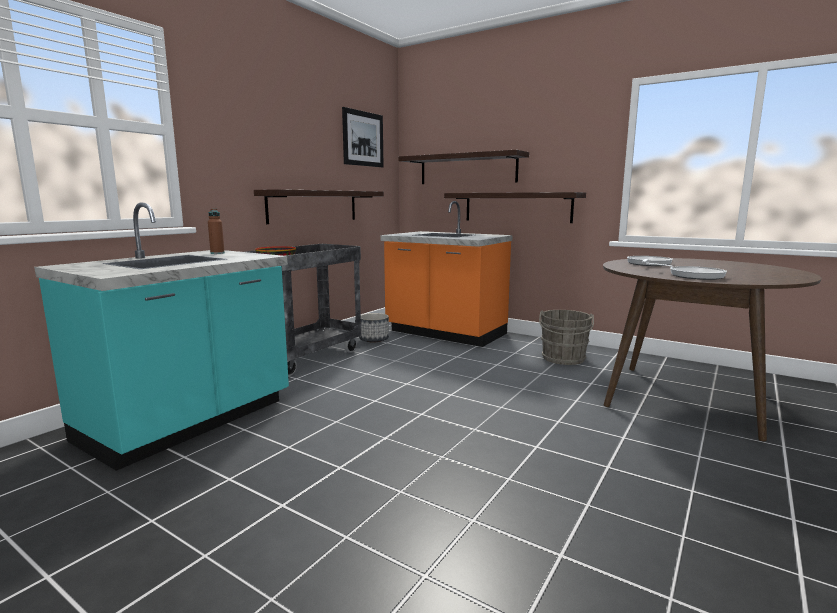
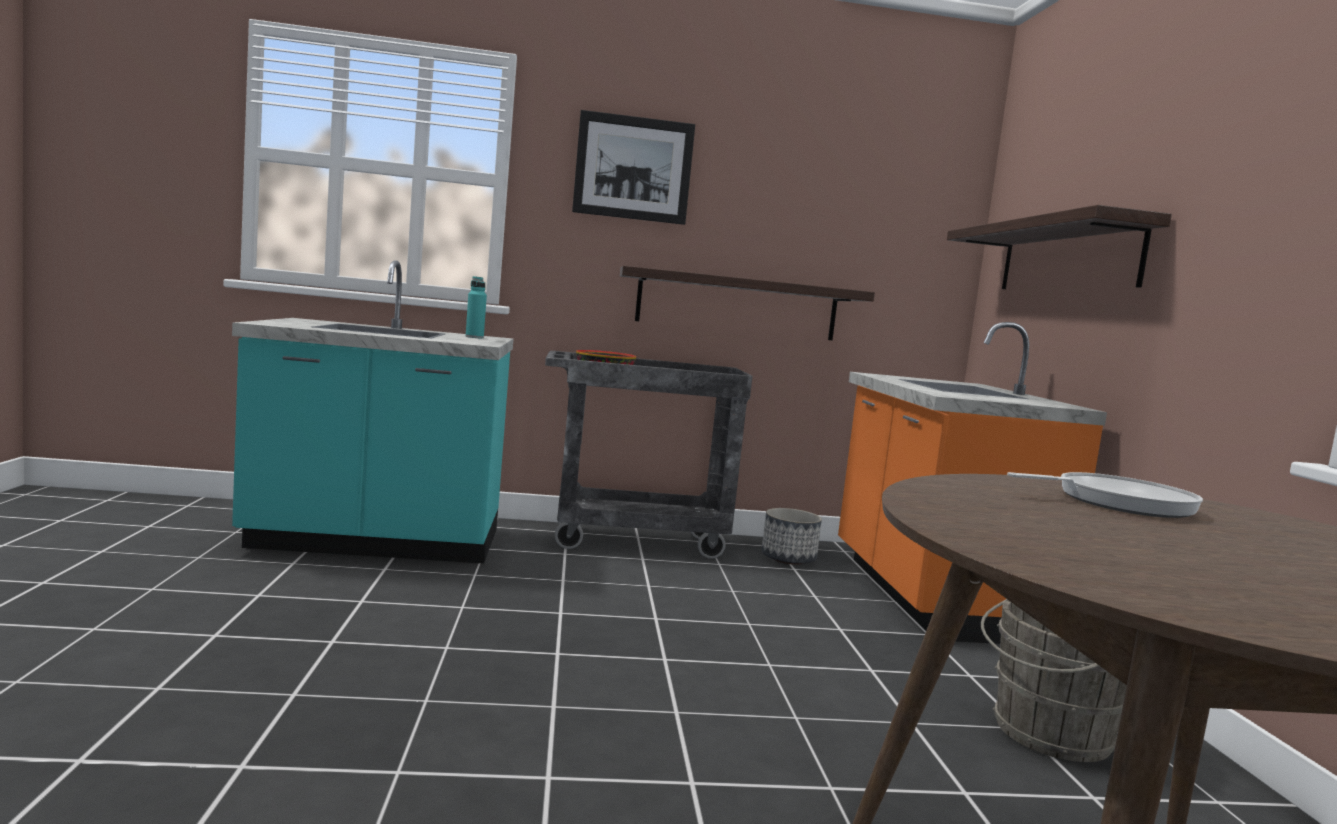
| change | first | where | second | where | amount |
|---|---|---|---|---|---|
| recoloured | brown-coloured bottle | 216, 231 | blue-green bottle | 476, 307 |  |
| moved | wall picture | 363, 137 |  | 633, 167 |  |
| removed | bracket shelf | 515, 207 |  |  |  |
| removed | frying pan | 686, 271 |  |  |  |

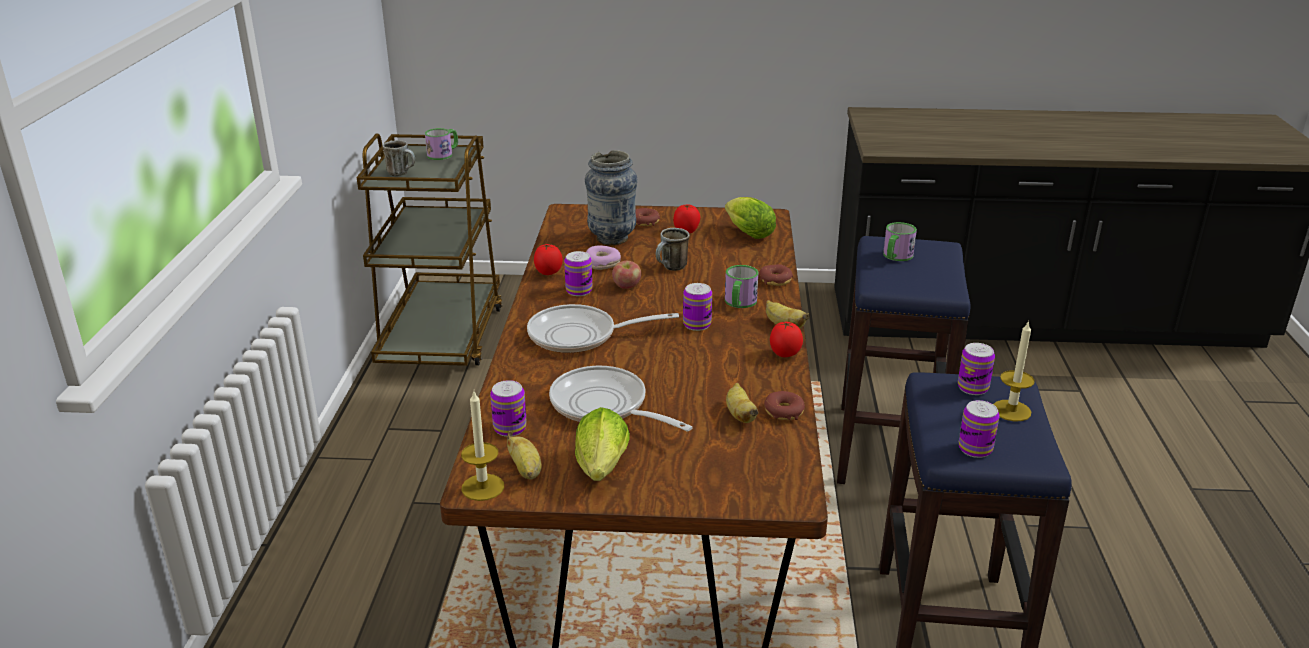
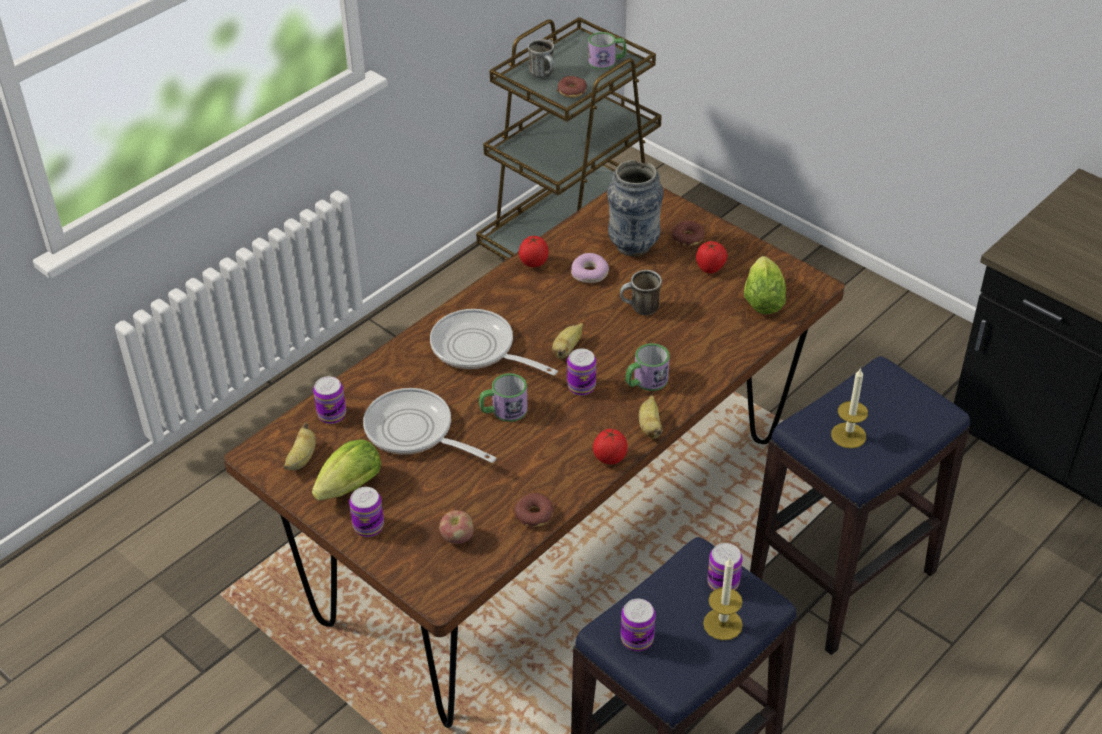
| change | first | where | second | where | amount |
|---|---|---|---|---|---|
| moved | can | 578, 273 |  | 366, 512 |  |
| turned | frying pan | 621, 398 |  | 429, 425 | 45 degrees counterclockwise |
| moved | apple fruit | 626, 275 |  | 456, 527 |  |
| moved | coffee mug | 900, 241 |  | 503, 397 |  |
| moved | whole banana | 742, 403 |  | 567, 341 |  |
| moved | doughnut | 776, 275 |  | 572, 87 |  |
| moved | candle | 482, 446 |  | 849, 408 |  |

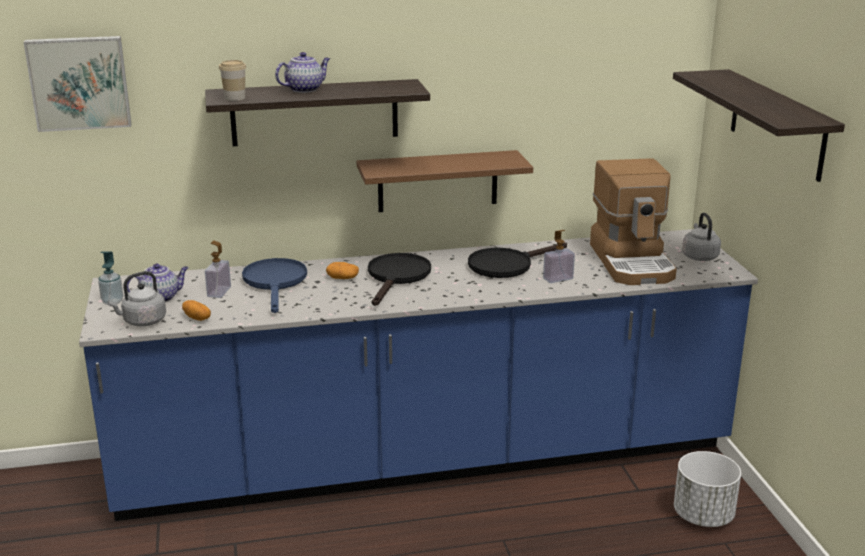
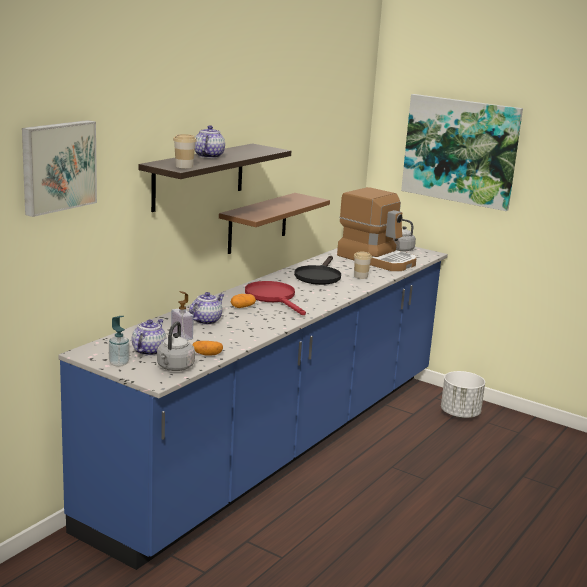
| change | first | where | second | where | amount |
|---|---|---|---|---|---|
| replaced | bluish frying pan | 274, 285 | teapot | 206, 308 |  |
| recoloured | black-coloured frying pan | 399, 279 | reddish frying pan | 275, 298 |  |
| replaced | liquid soap bottle | 559, 256 | drinking cup | 363, 265 |  |
| replaced | bracket shelf | 759, 125 | wall picture | 462, 152 |  |

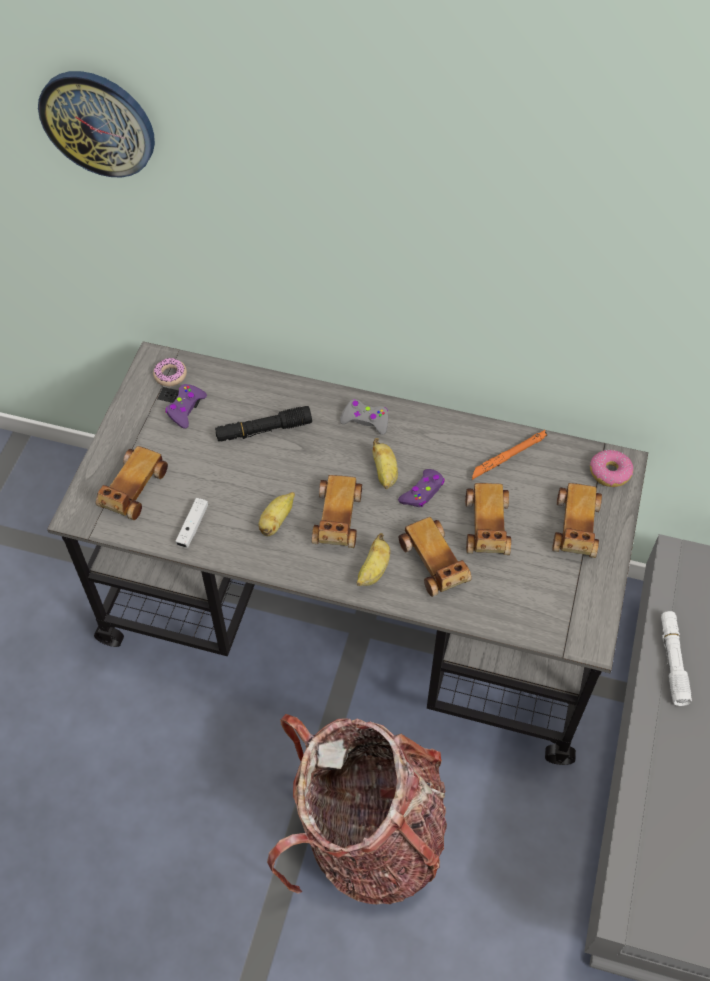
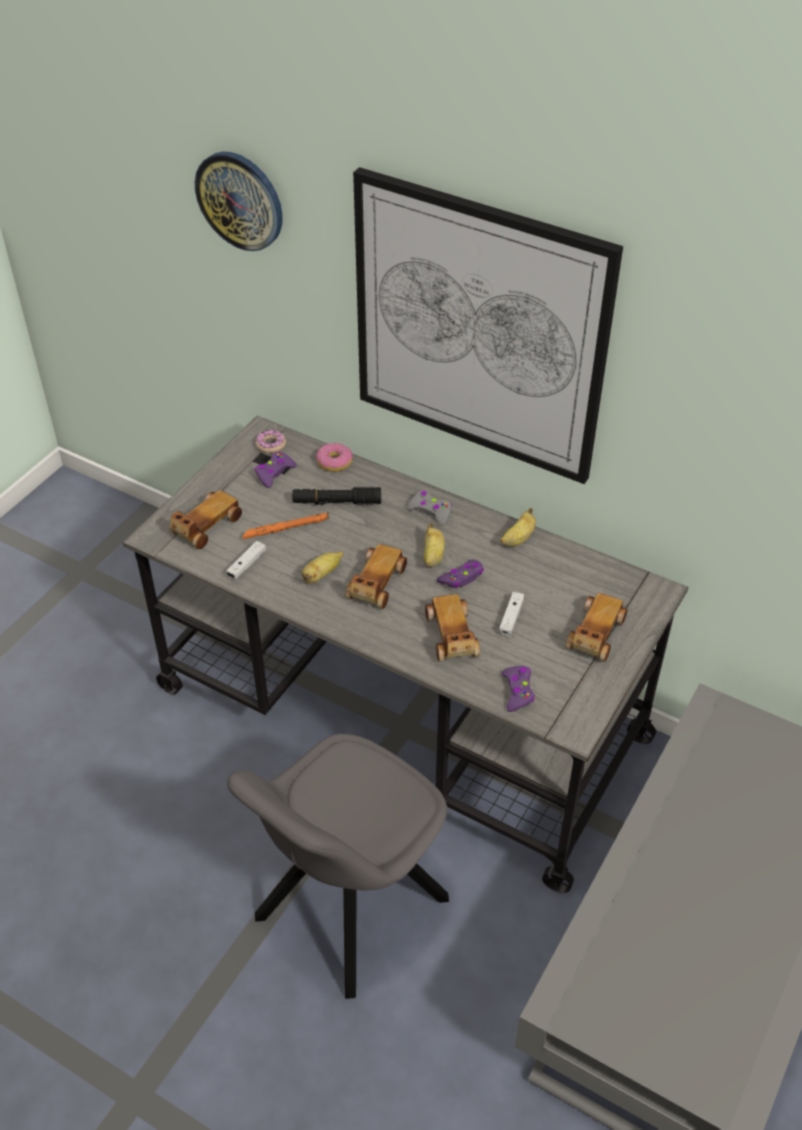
| change | first | where | second | where | amount |
|---|---|---|---|---|---|
| replaced | backpack | 357, 809 | grey plain chair | 338, 866 |  |
| moved | orangey flashlight | 509, 455 |  | 286, 526 |  |
| moved | doughnut | 611, 468 |  | 334, 457 |  |
| added |  |  | wall picture | 488, 325 |  |
| replaced | miniature car | 488, 519 | whitish joypad | 511, 614 |  |
| moved | whole banana | 373, 559 |  | 518, 527 |  |
| added |  |  | purplish joypad | 518, 689 |  |
| removed | whitish flashlight | 676, 658 |  |  |  |

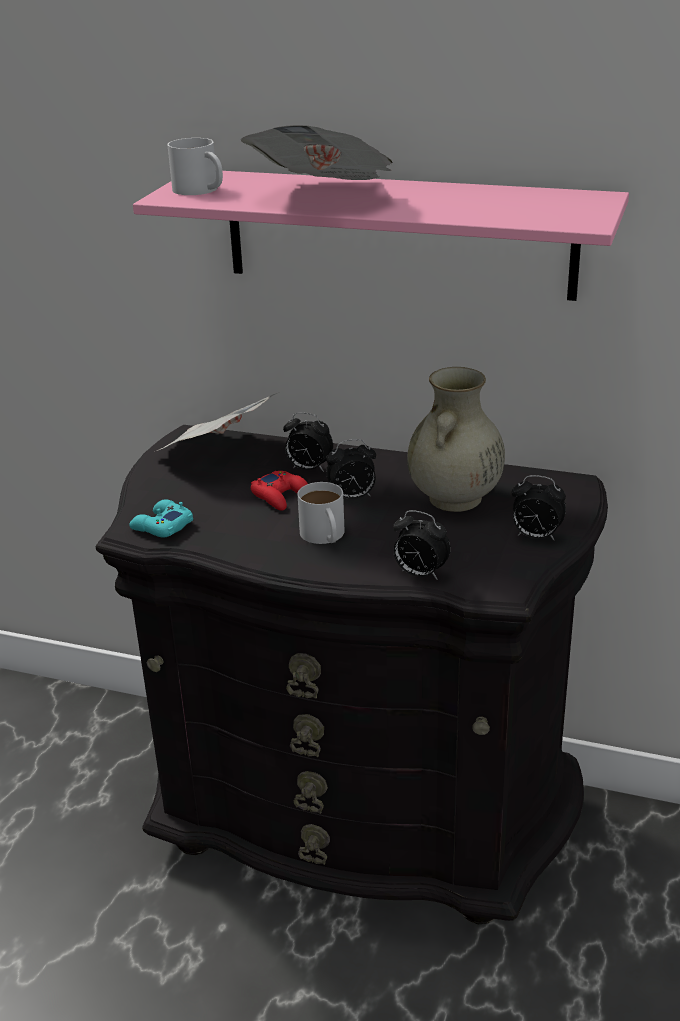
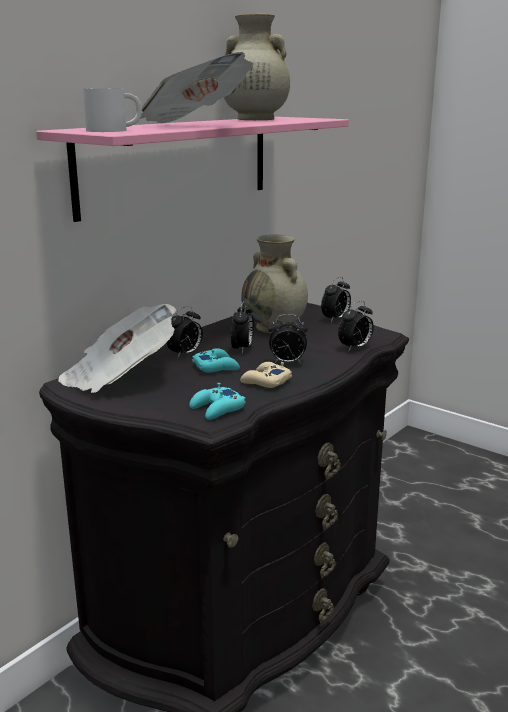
| change | first | where | second | where | amount |
|---|---|---|---|---|---|
| recoloured | reddish joypad | 279, 491 | blue-green joypad | 216, 360 |  |
| added |  |  | sand-coloured flower vase | 257, 67 |  |
| added |  |  | sand-coloured joypad | 266, 375 |  |
| replaced | whitish coffee mug | 321, 513 | table clock | 288, 339 |  |

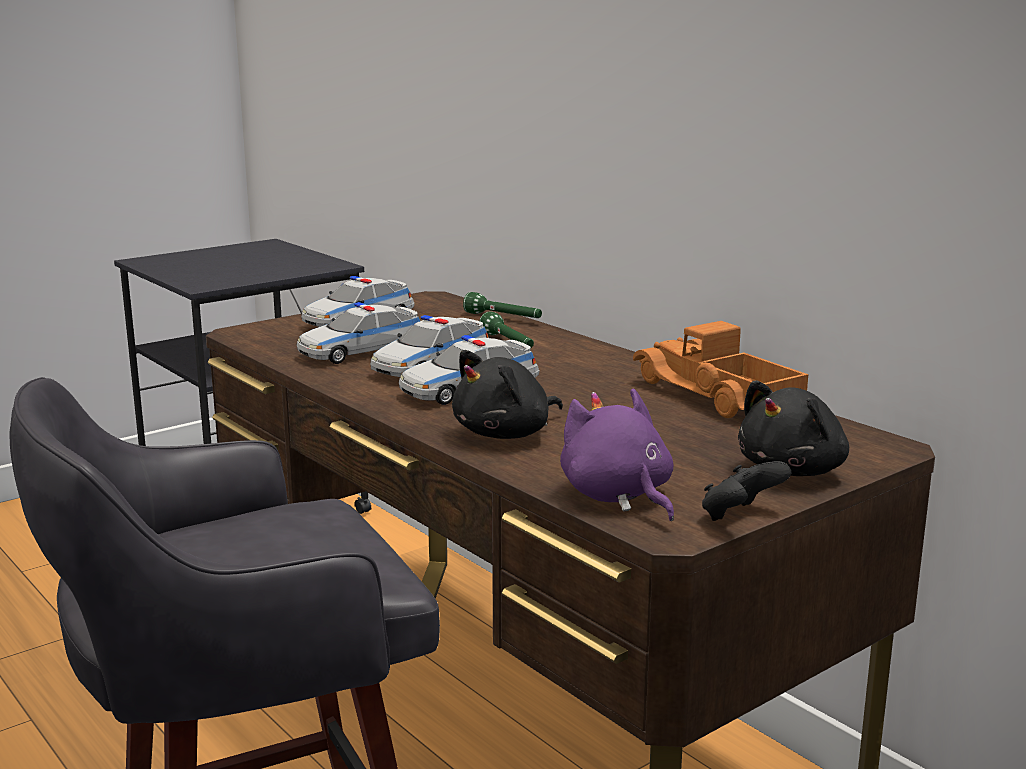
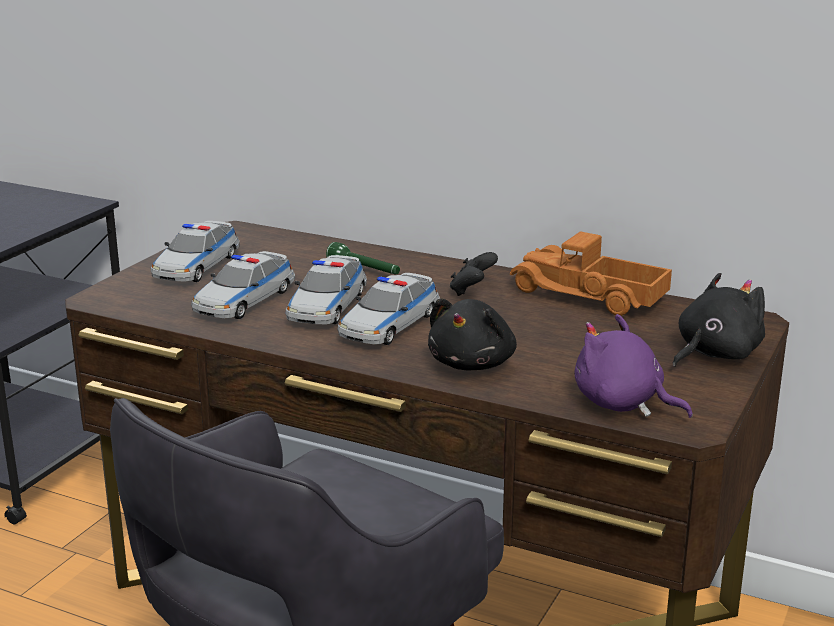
| change | first | where | second | where | amount |
|---|---|---|---|---|---|
| moved | black-coloured joypad | 746, 491 |  | 474, 274 |  |
| turned | black-coloured plush toy | 793, 428 |  | 719, 320 | 150 degrees counterclockwise |
| removed | green-coloured flashlight | 502, 305 |  |  |  |

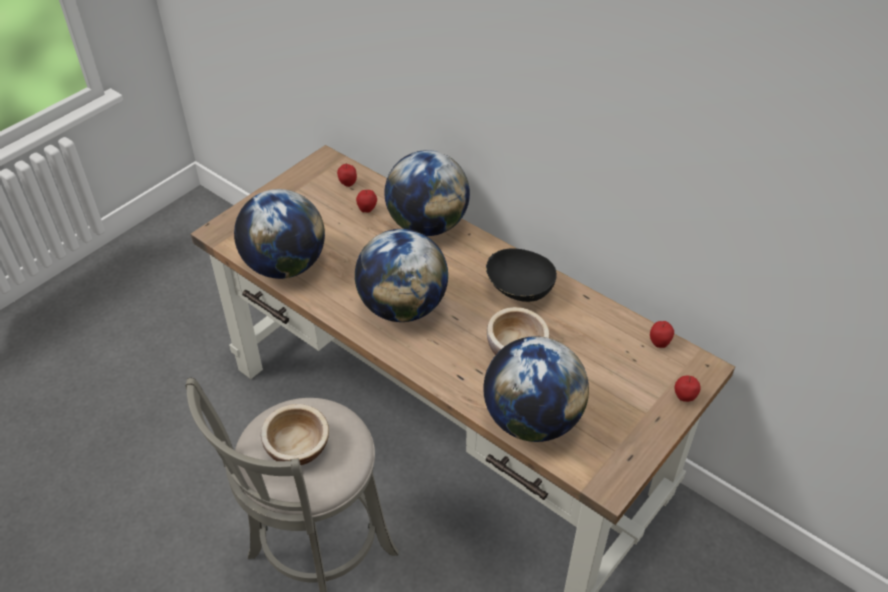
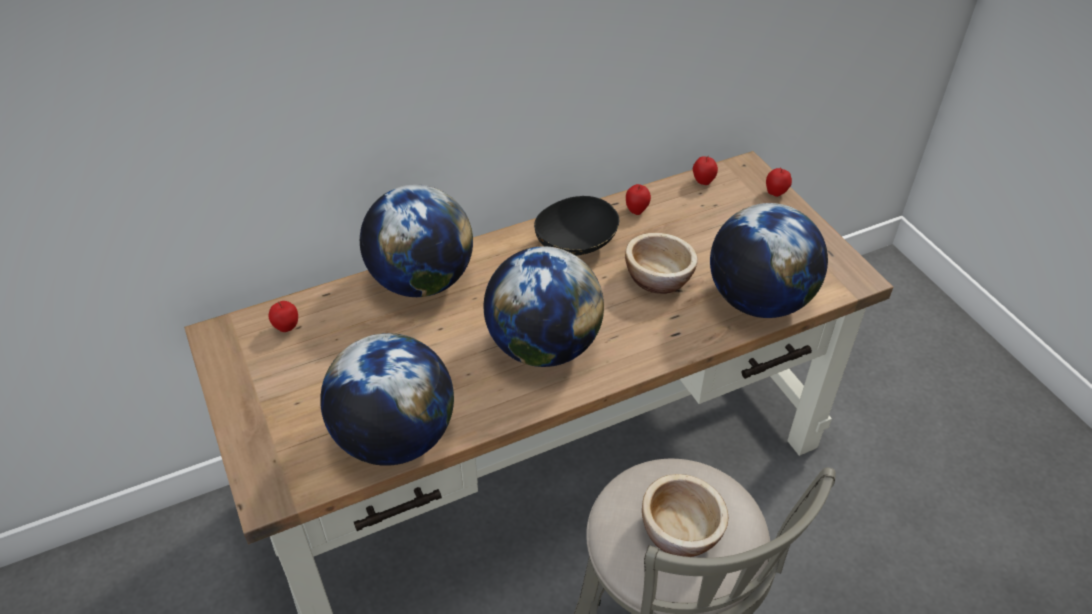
| change | first | where | second | where | amount |
|---|---|---|---|---|---|
| moved | apple fruit | 366, 201 |  | 638, 199 |  |

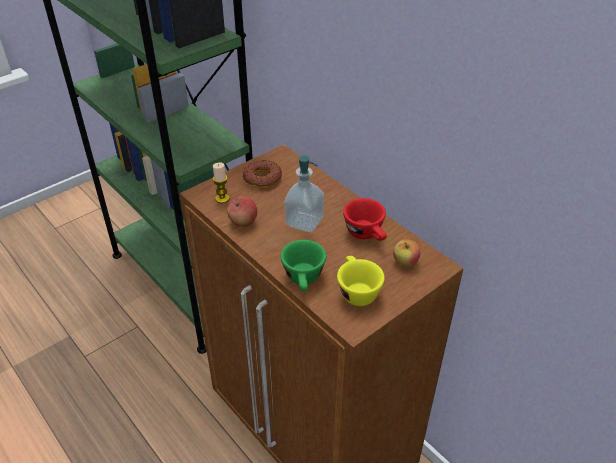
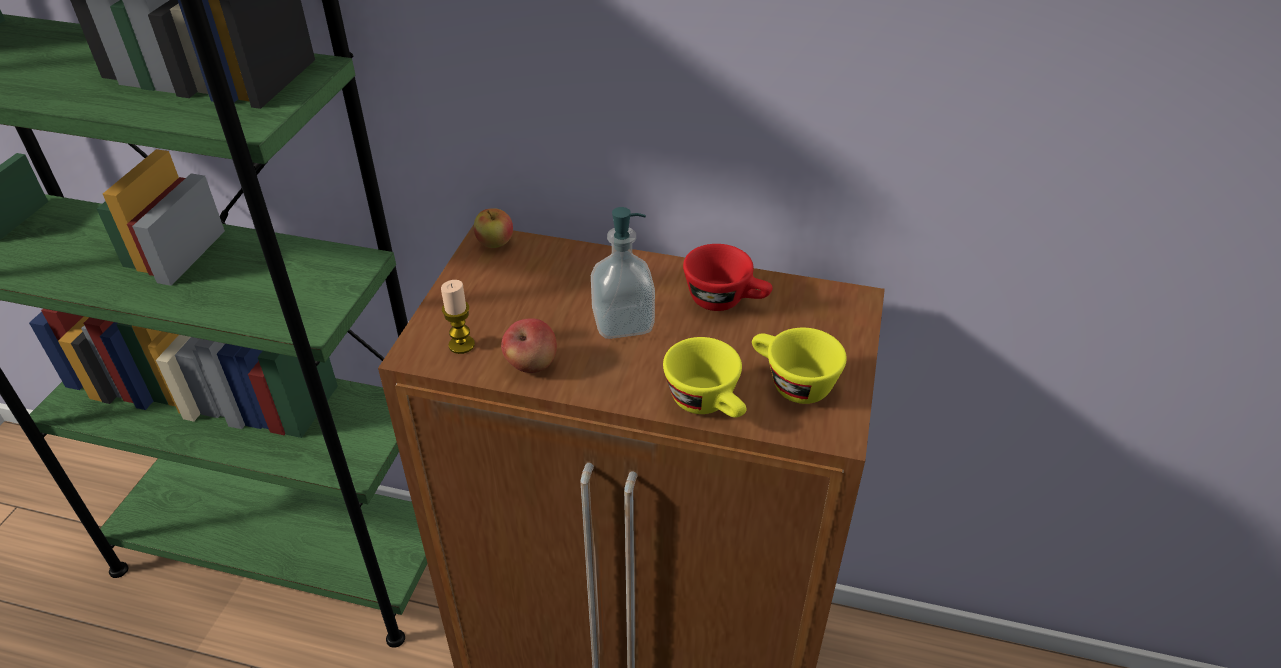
| change | first | where | second | where | amount |
|---|---|---|---|---|---|
| moved | apple fruit | 406, 253 |  | 493, 228 |  |
| recoloured | green-coloured drinking cup | 303, 265 | yellow drinking cup | 705, 377 |  |
| removed | doughnut | 262, 174 |  |  |  |

